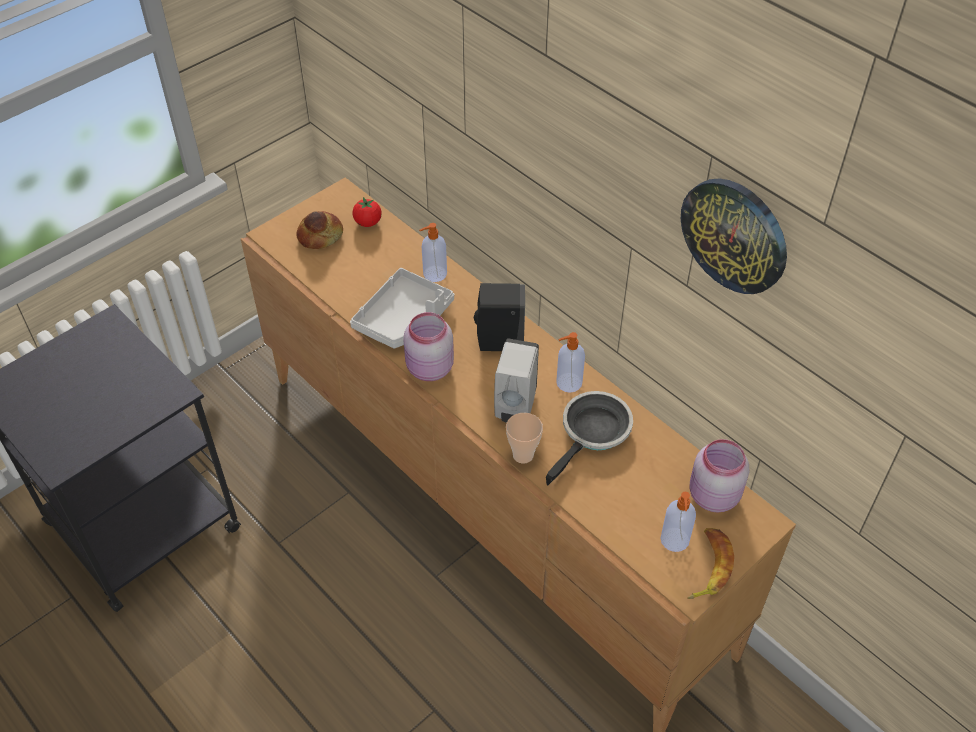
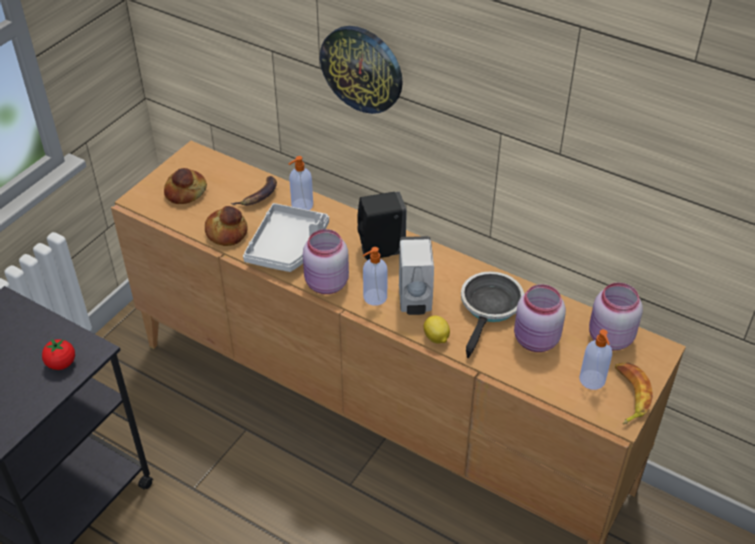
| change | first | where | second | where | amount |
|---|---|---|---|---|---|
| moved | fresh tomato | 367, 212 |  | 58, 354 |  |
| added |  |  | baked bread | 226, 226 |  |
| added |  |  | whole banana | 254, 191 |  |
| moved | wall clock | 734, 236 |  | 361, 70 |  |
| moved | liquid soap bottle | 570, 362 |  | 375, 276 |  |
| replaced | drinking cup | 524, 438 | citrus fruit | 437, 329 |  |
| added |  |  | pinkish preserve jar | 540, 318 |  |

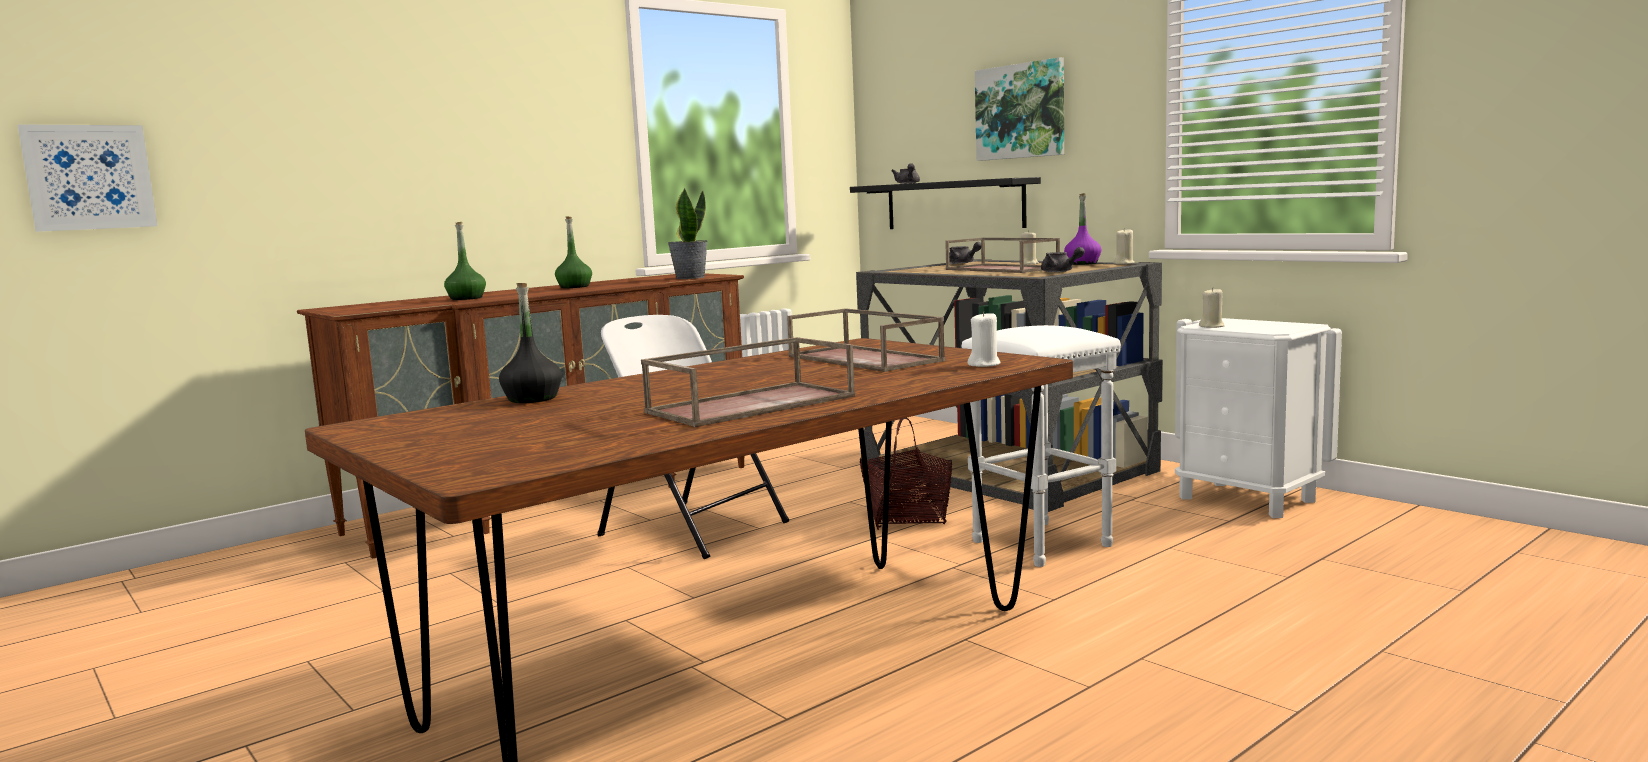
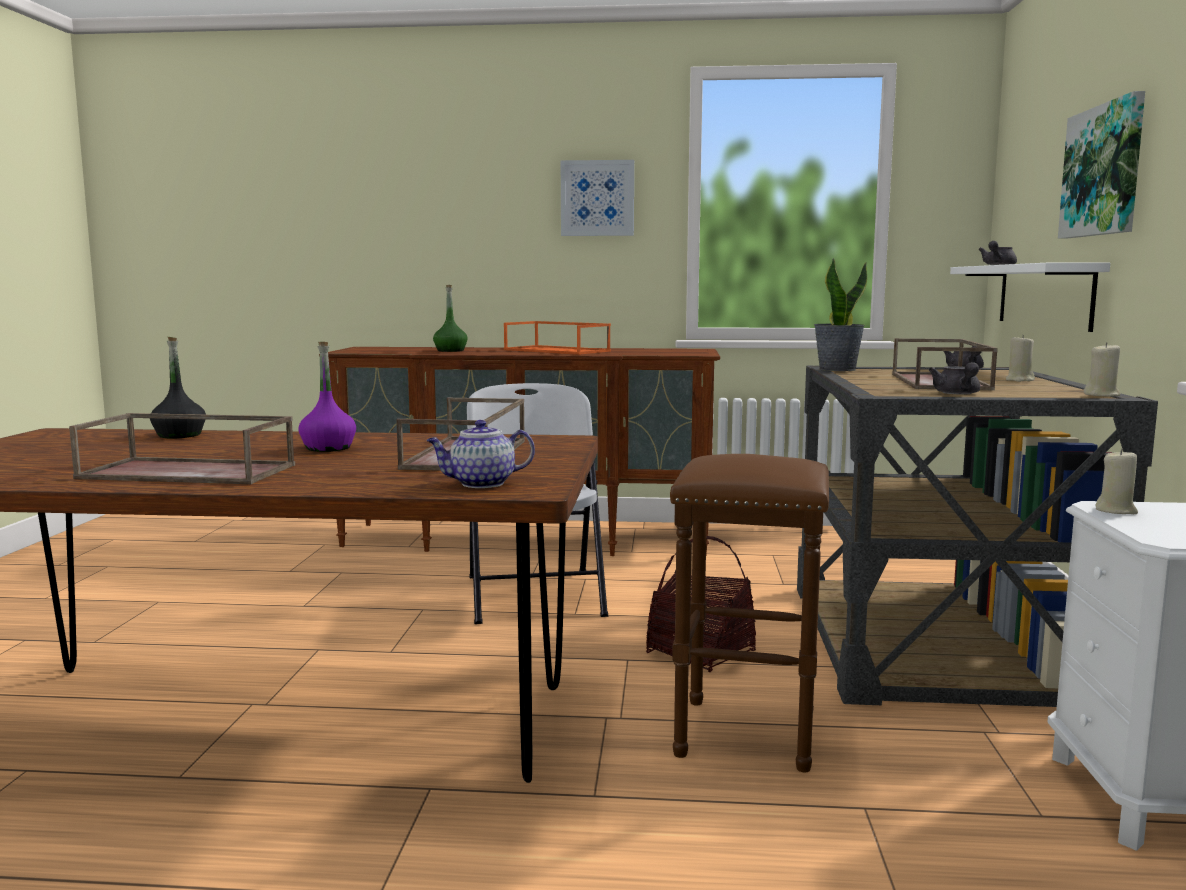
| change | first | where | second | where | amount |
|---|---|---|---|---|---|
| moved | purplish bottle | 1082, 229 |  | 327, 397 |  |
| replaced | whitish candle | 984, 339 | teapot | 480, 454 |  |
| replaced | green-coloured bottle | 573, 252 | orangey tray | 557, 338 |  |
| moved | wall picture | 88, 178 |  | 597, 198 |  |
| recoloured | whitish stool | 1041, 446 | brown-coloured stool | 749, 613 |  |
| moved | potted plant | 688, 233 |  | 840, 314 |  |
| recoloured | black-coloured bracket shelf | 945, 203 | whitish bracket shelf | 1030, 297 |  |

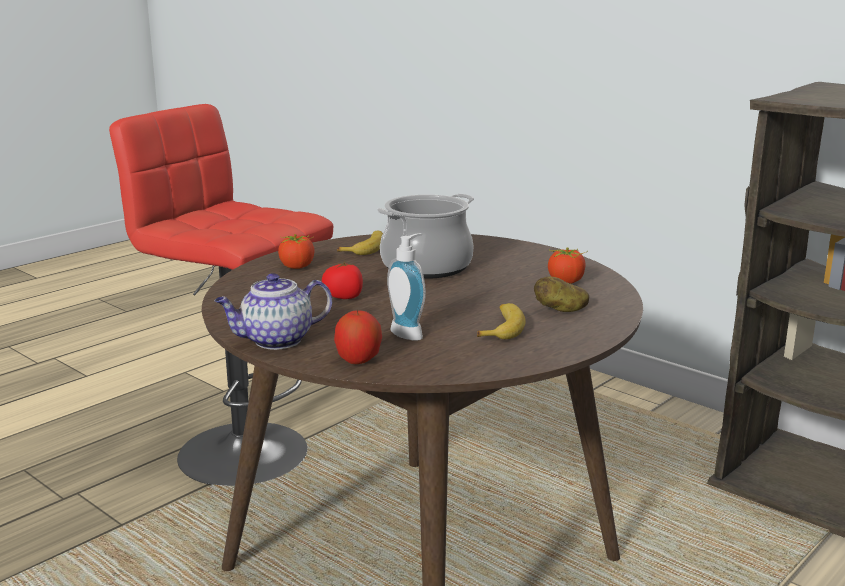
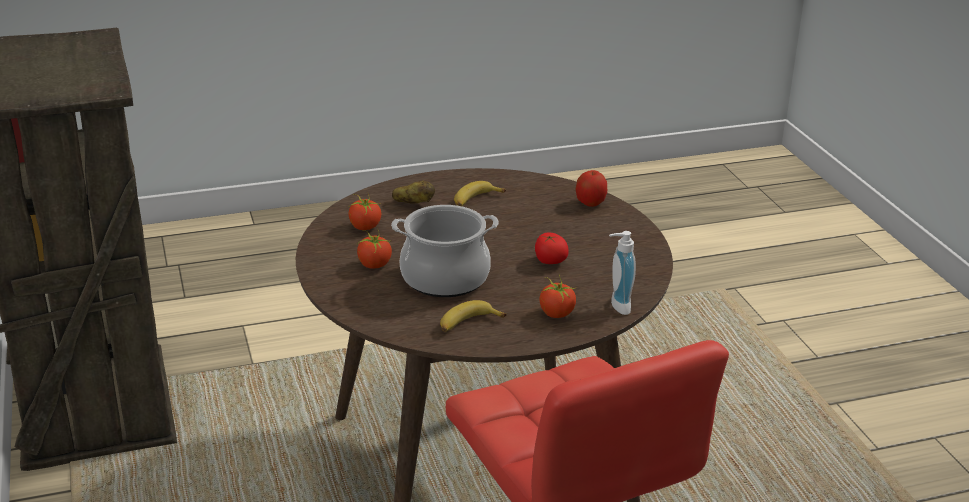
| change | first | where | second | where | amount |
|---|---|---|---|---|---|
| added |  |  | fresh tomato | 374, 249 |  |
| moved | liquid soap bottle | 406, 287 |  | 622, 273 |  |
| removed | teapot | 273, 311 |  |  |  |

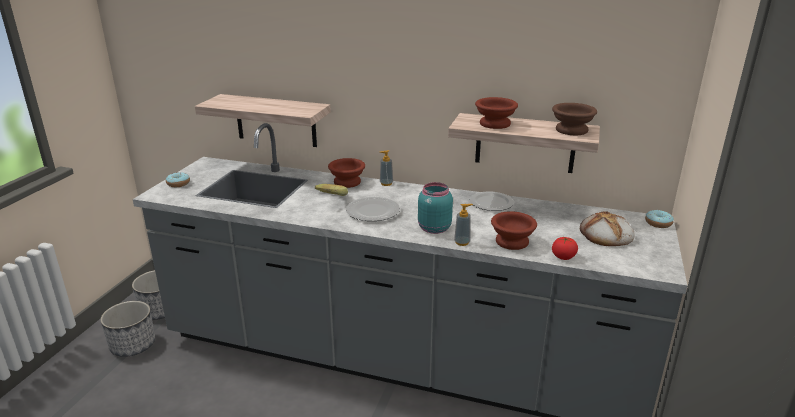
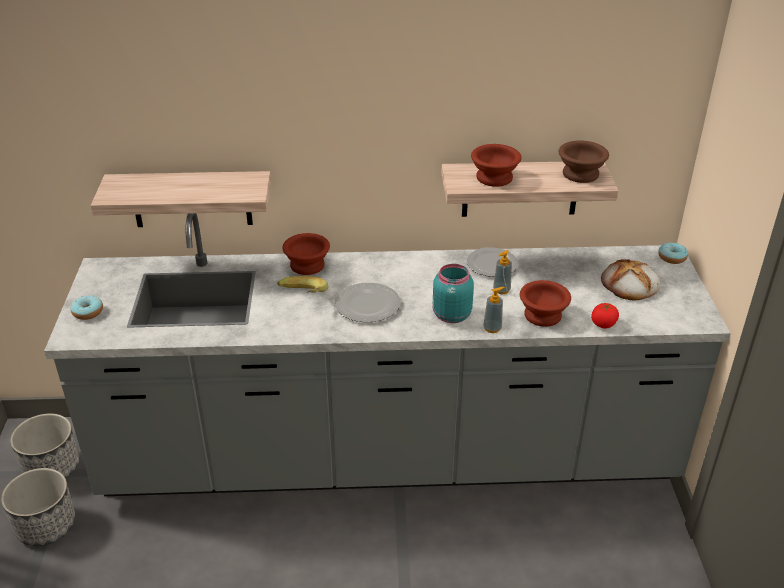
| change | first | where | second | where | amount |
|---|---|---|---|---|---|
| moved | liquid soap bottle | 386, 168 |  | 502, 272 |  |

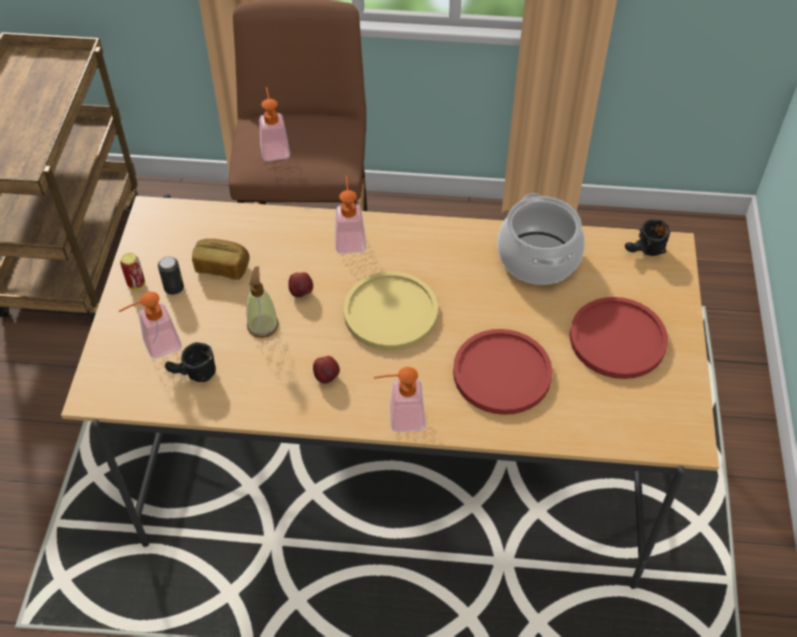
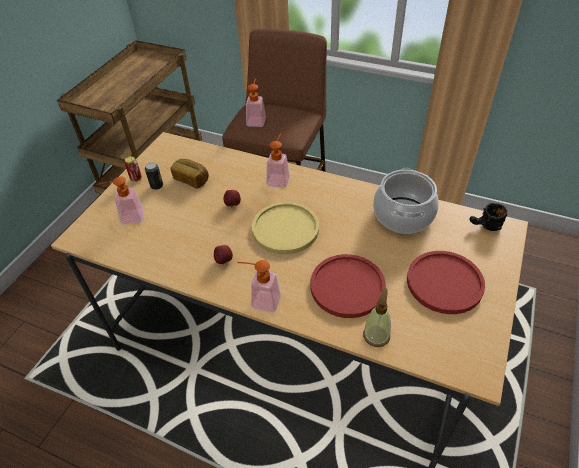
| change | first | where | second | where | amount |
|---|---|---|---|---|---|
| moved | liquid soap bottle | 262, 302 |  | 377, 317 |  |
| removed | black-coloured coffee mug | 190, 362 |  |  |  |

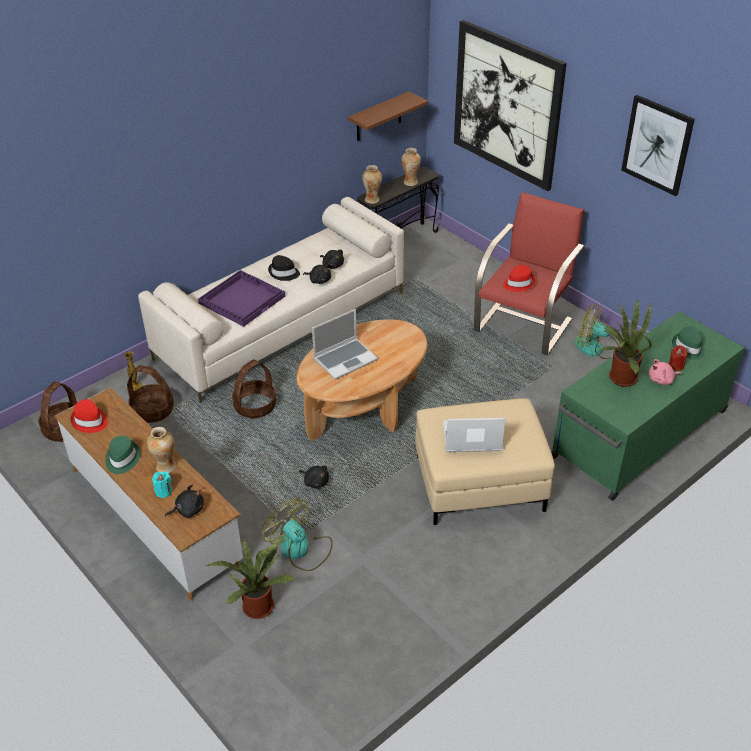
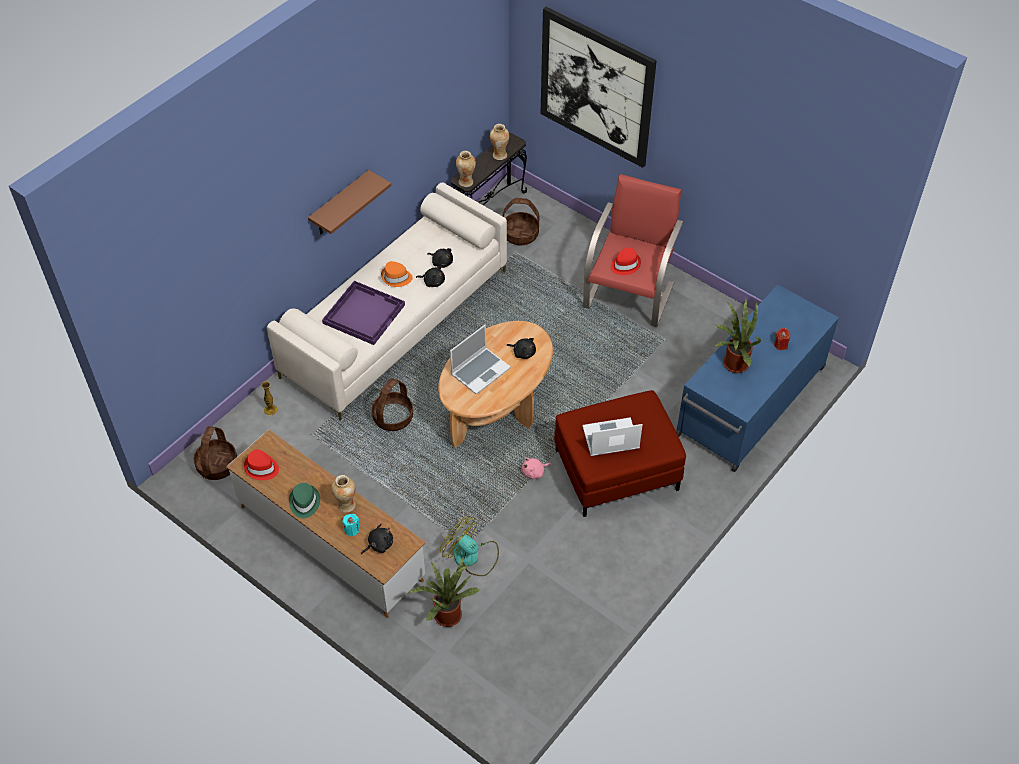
| change | first | where | second | where | amount |
|---|---|---|---|---|---|
| moved | brown-coloured bracket shelf | 388, 116 |  | 349, 202 |  |
| recoloured | black-coloured clothing hat | 284, 268 | orangey clothing hat | 397, 274 |  |
| moved | household basket | 150, 394 |  | 520, 221 |  |
| moved | black-coloured plush toy | 314, 477 |  | 521, 348 |  |
| moved | pinkish plush toy | 665, 372 |  | 536, 468 |  |
| recoloured | sand-coloured pouffe | 485, 461 | reddish pouffe | 620, 453 |  |
| recoloured | green-coloured storage cabinet | 648, 406 | bluish storage cabinet | 757, 378 |  |
| removed | electric fan | 597, 331 |  |  |  |
| removed | wall picture | 658, 145 |  |  |  |
| removed | green-coloured clothing hat | 688, 343 |  |  |  |

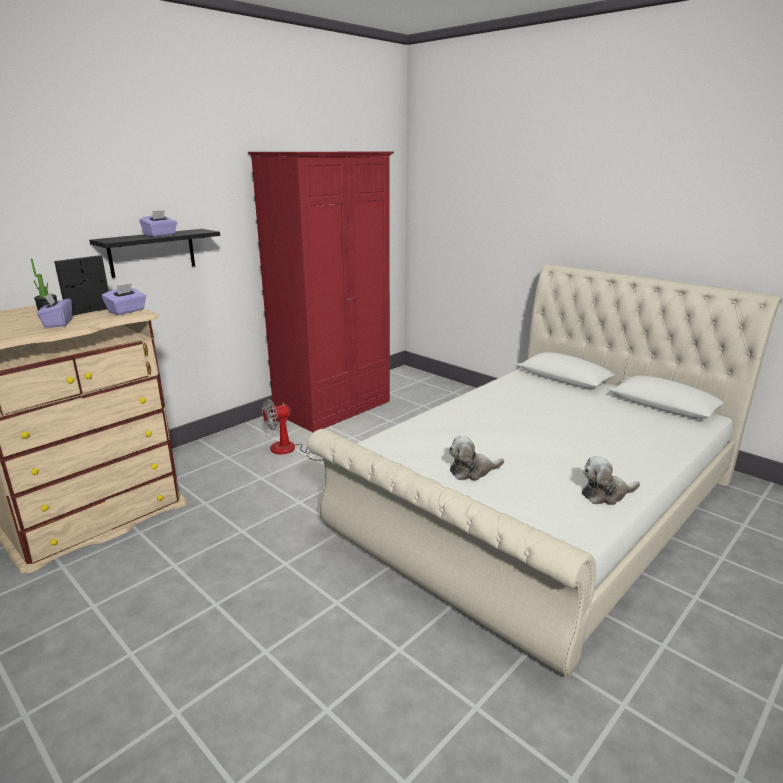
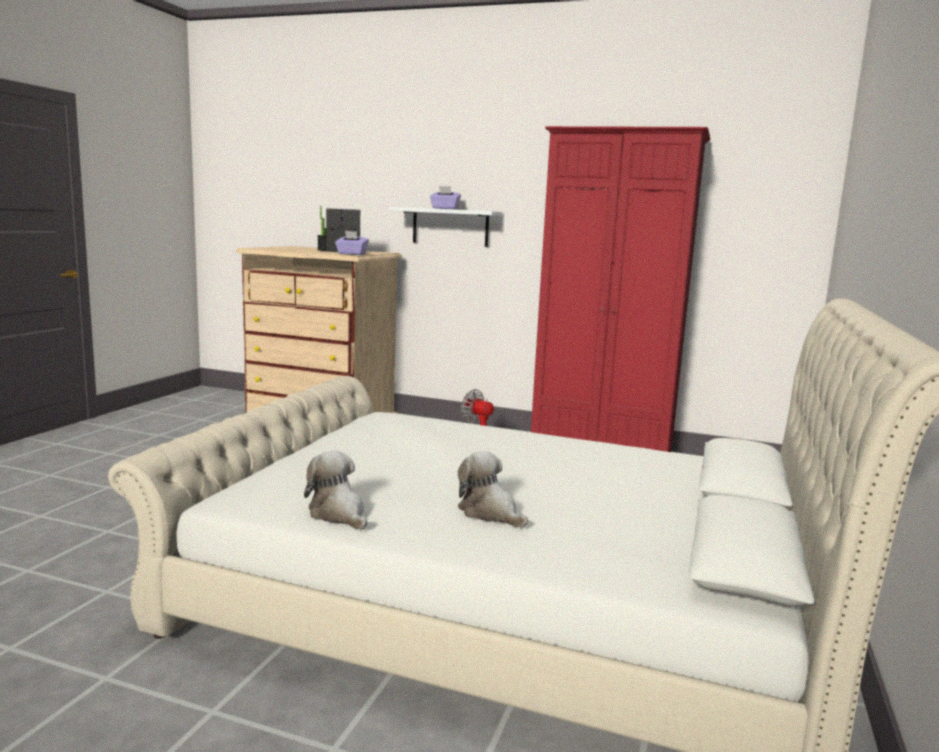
| change | first | where | second | where | amount |
|---|---|---|---|---|---|
| recoloured | black-coloured bracket shelf | 154, 253 | whitish bracket shelf | 445, 227 |  |
| moved | plush toy | 476, 458 |  | 493, 489 |  |
| removed | purplish box of tissues | 54, 310 |  |  |  |

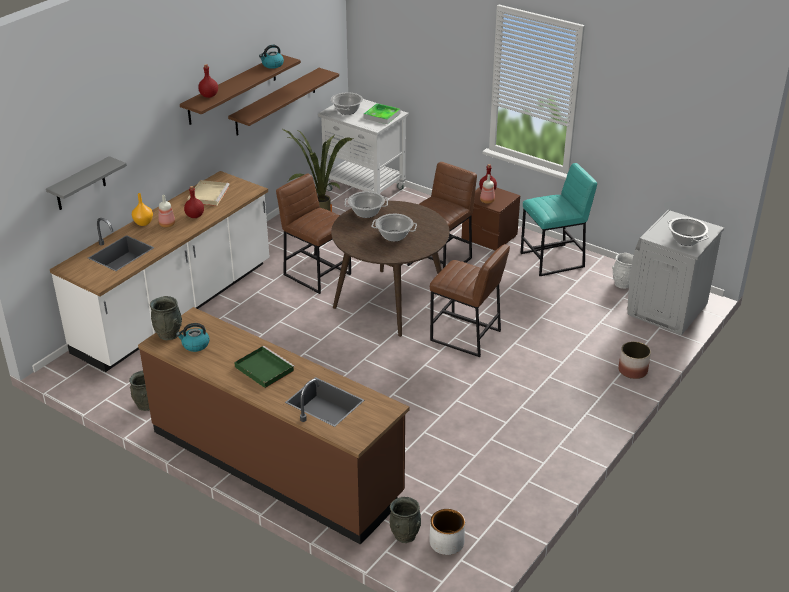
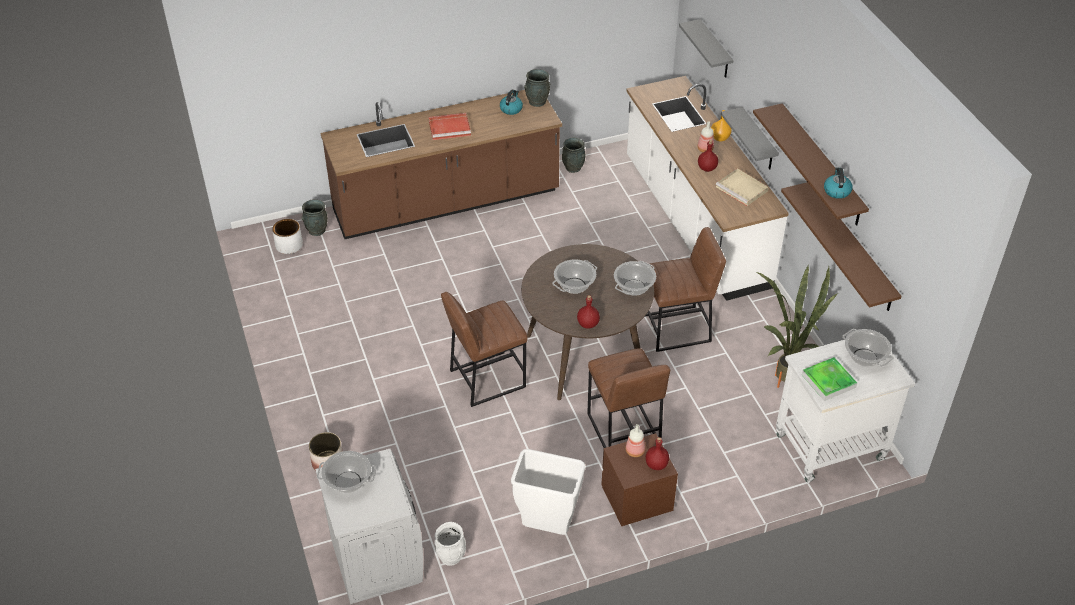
| change | first | where | second | where | amount |
|---|---|---|---|---|---|
| recoloured | green-coloured tray | 264, 367 | reddish tray | 449, 126 |  |
| replaced | blue-green plain chair | 559, 219 | whitish trash can | 548, 492 |  |
| moved | reddish bottle | 208, 81 |  | 588, 312 |  |
| added |  |  | grey bracket shelf | 750, 138 |  |

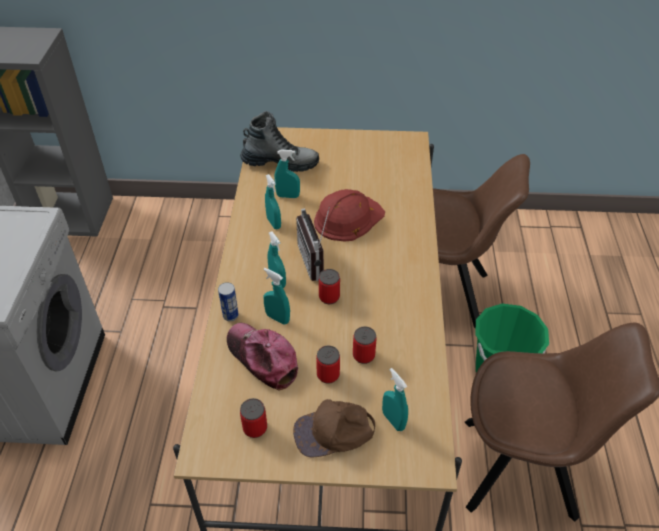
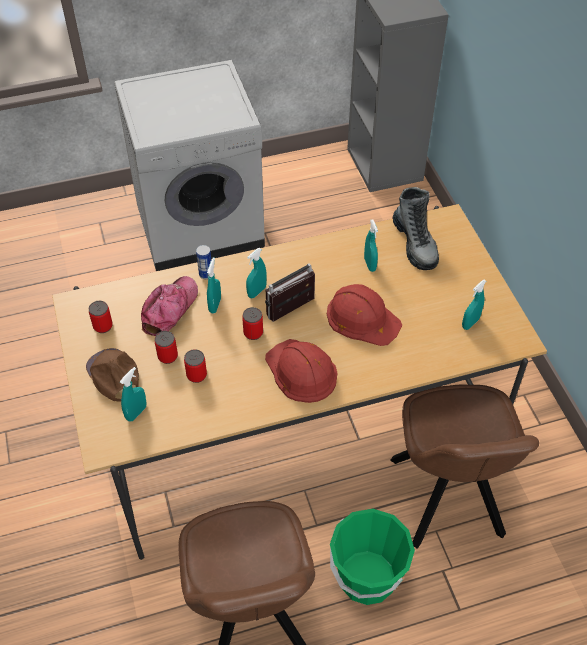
| change | first | where | second | where | amount |
|---|---|---|---|---|---|
| added |  |  | reddish work helmet | 301, 371 |  |
| moved | blue-green sprayer | 273, 201 |  | 474, 305 |  |

